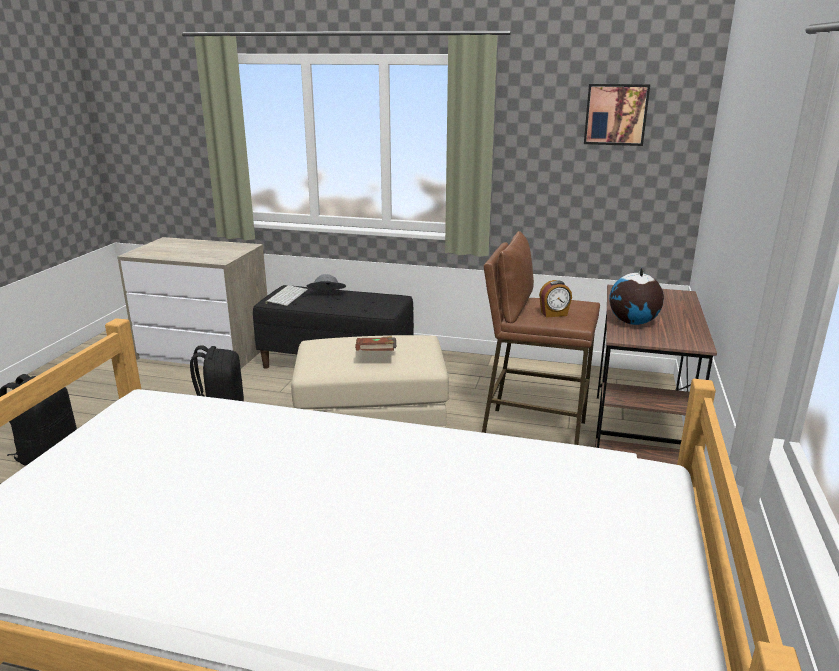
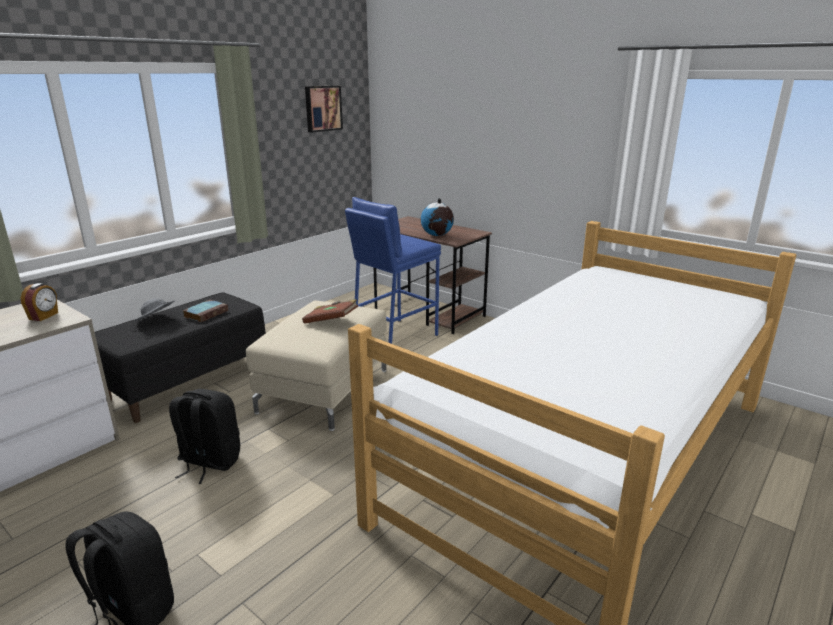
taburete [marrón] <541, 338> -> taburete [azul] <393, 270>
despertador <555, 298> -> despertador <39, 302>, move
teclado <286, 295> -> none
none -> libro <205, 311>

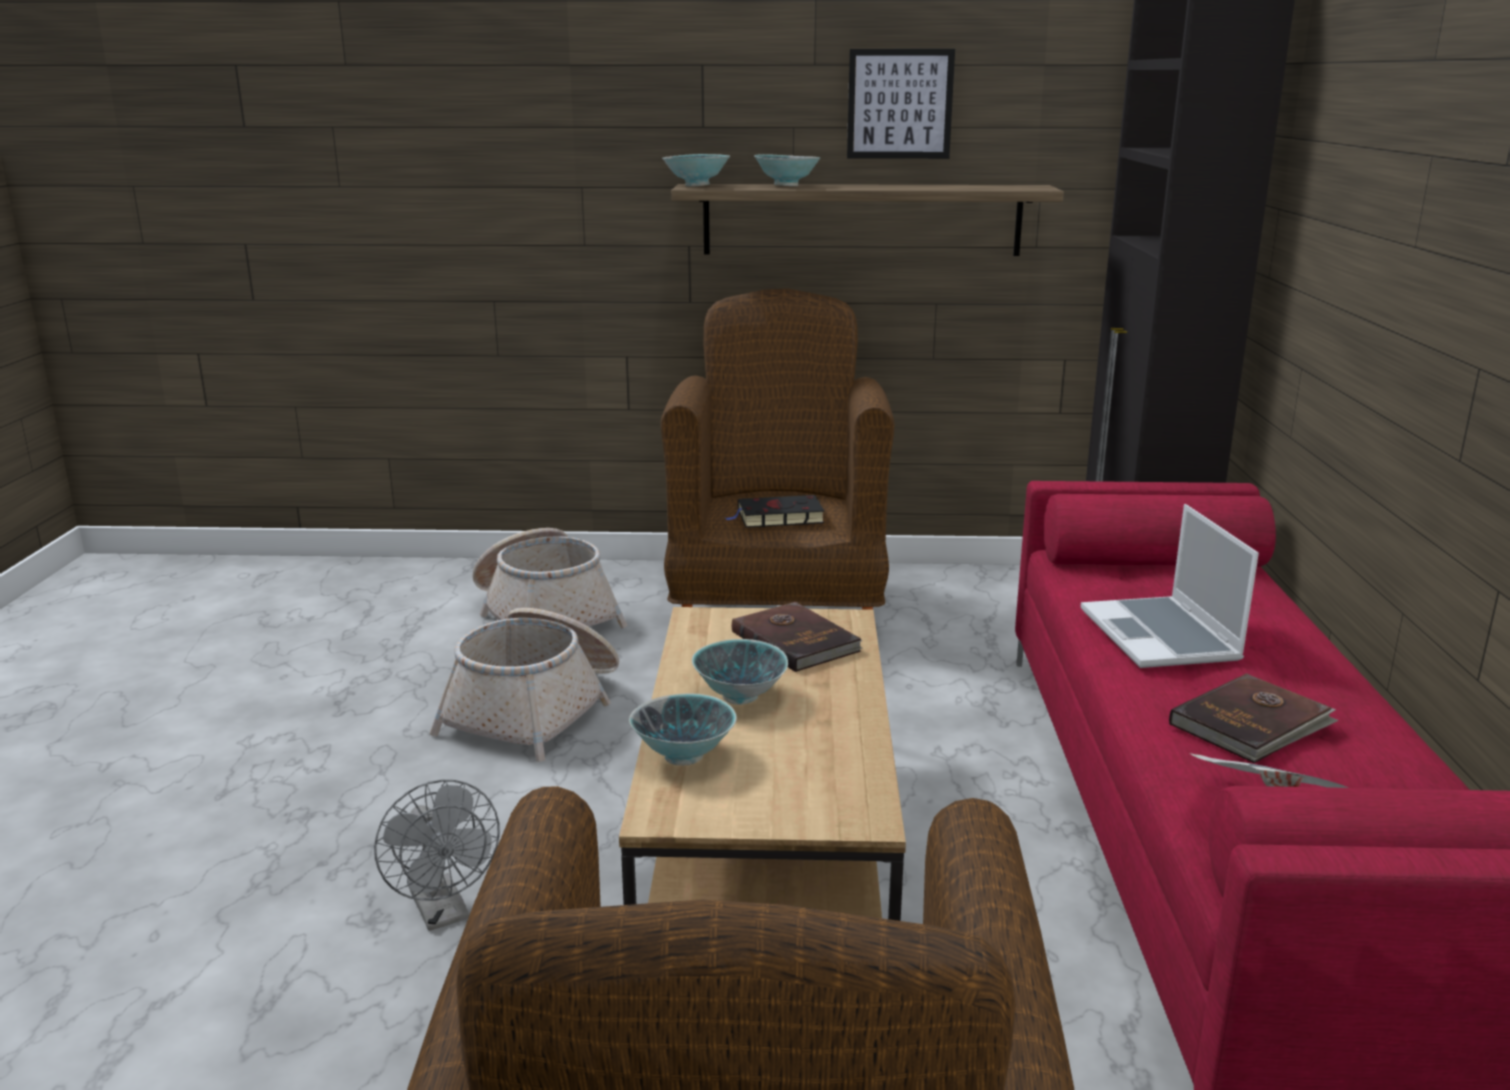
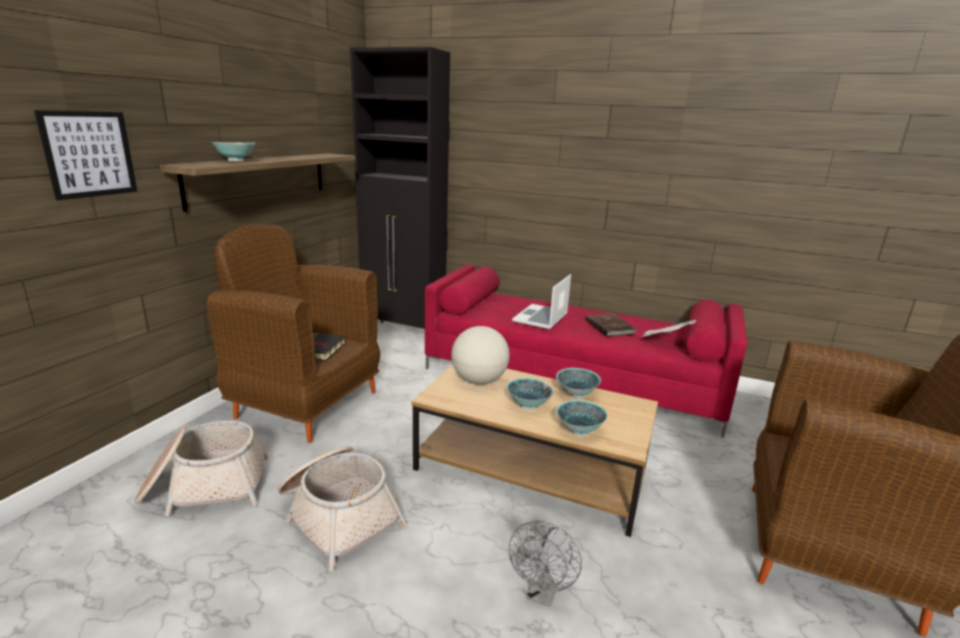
cuadro <901, 104> -> cuadro <85, 155>, move
cuenco <696, 170> -> cuenco <578, 383>, move
portátil <1170, 586> -> portátil <541, 302>, 105 degrees clockwise
libro [marrón] <797, 637> -> globo terráqueo <480, 355>
ventilador [gris] <437, 855> -> ventilador [gris] <545, 564>, 120 degrees clockwise

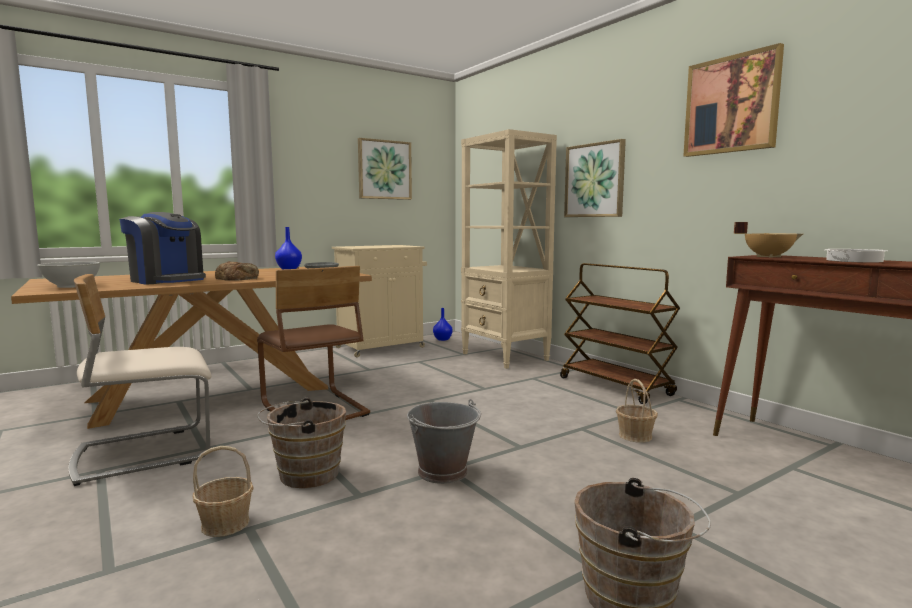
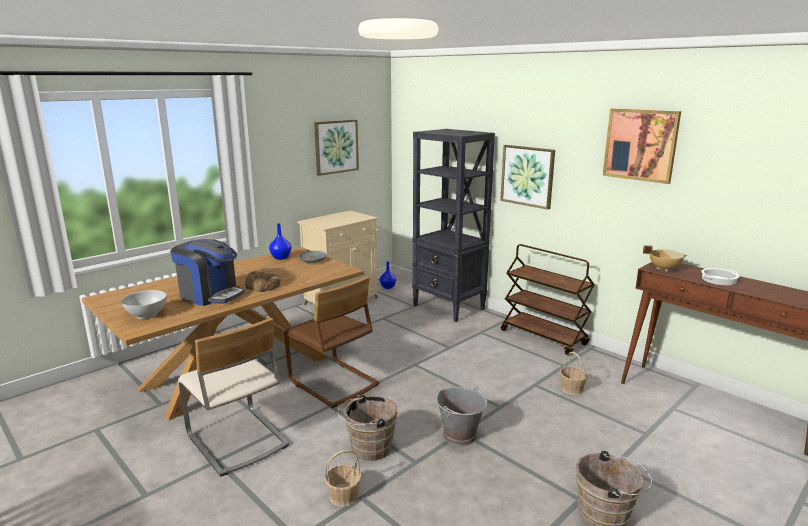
estantería [beis] <509, 249> -> estantería [negro] <453, 225>
silla [beis] <139, 380> -> silla [beis] <234, 397>, 90 degrees counterclockwise

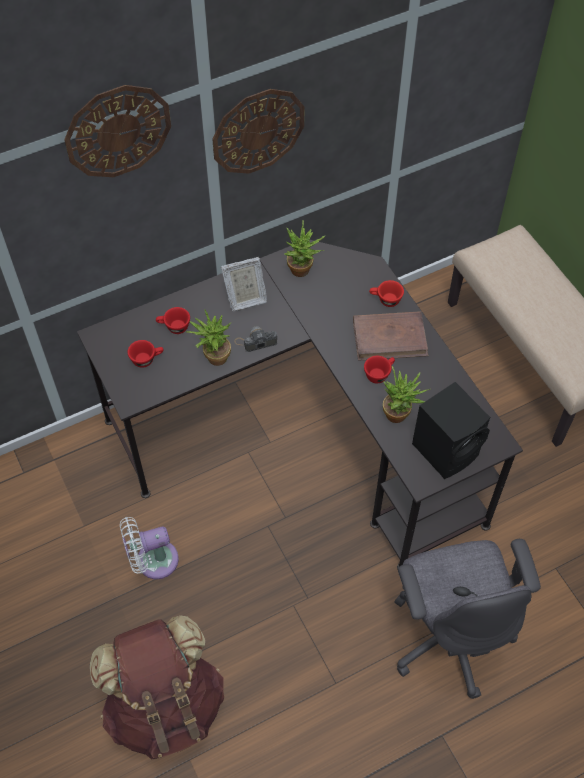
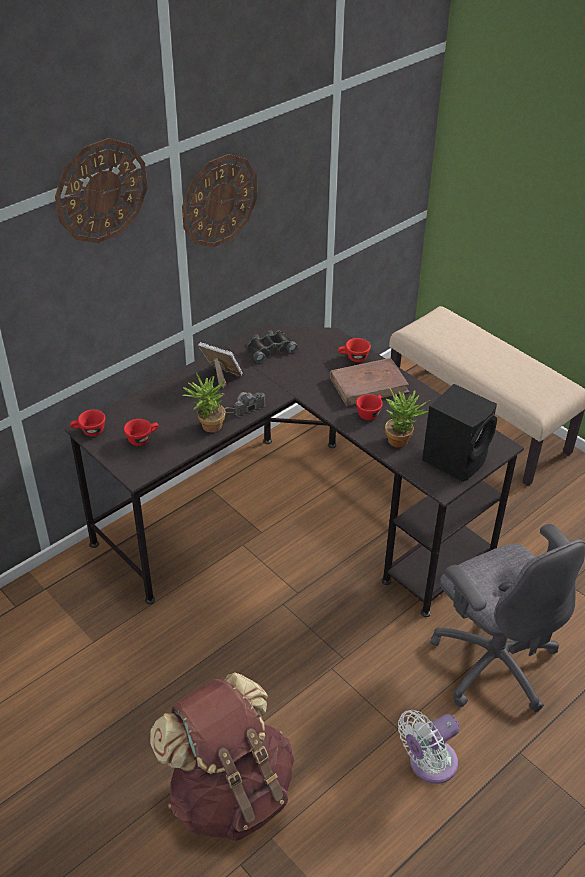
planta en maceta <305, 248> -> prismáticos [negro] <272, 346>
portarretratos <244, 284> -> portarretratos <220, 365>, 120 degrees counterclockwise
taza [rojo] <173, 320> -> taza [rojo] <87, 423>, move
ventilador [blanco] <149, 548> -> ventilador [blanco] <429, 747>, move

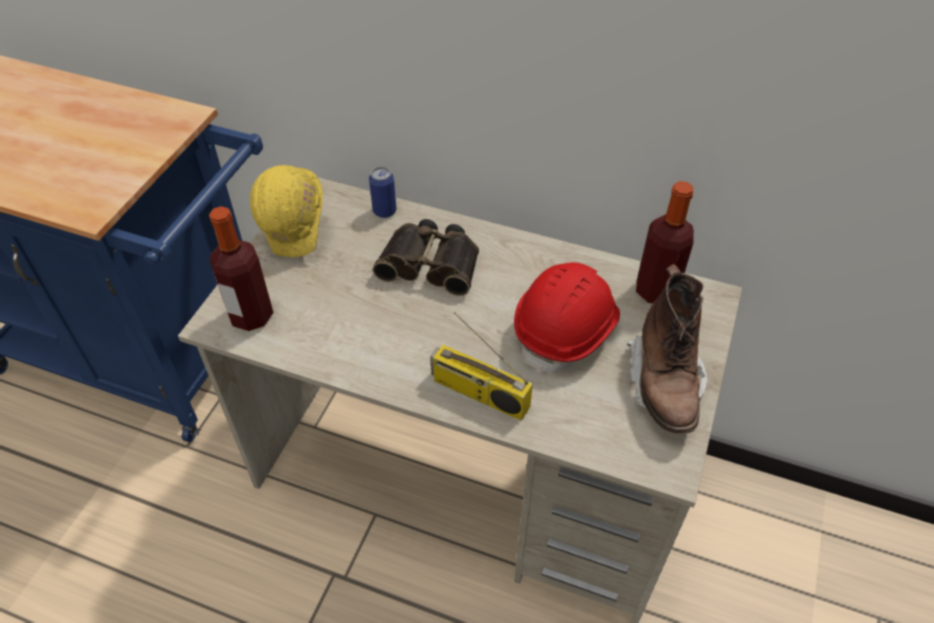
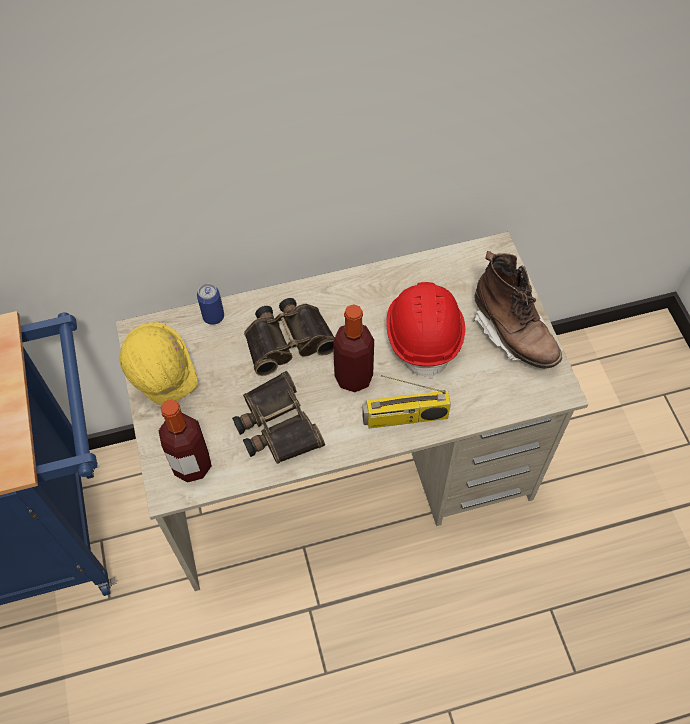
botella <665, 242> -> botella <353, 348>, move
none -> prismáticos <278, 417>

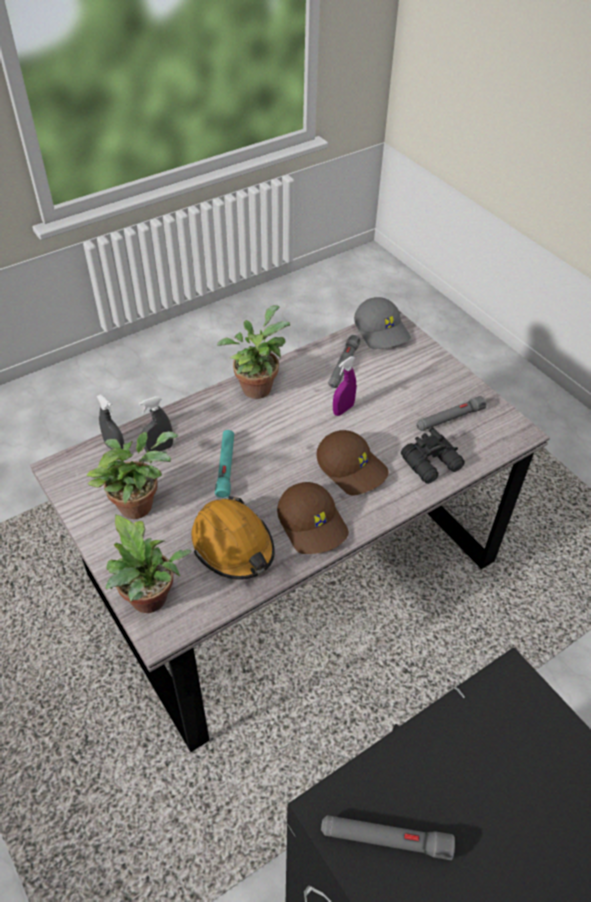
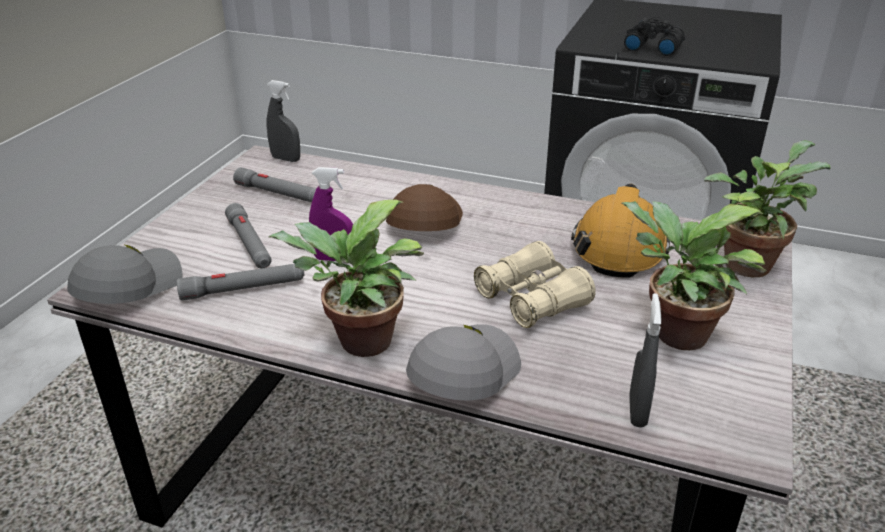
pulverizador [gris] <156, 424> -> pulverizador [gris] <283, 121>, move
prismáticos [negro] <433, 455> -> prismáticos [negro] <655, 36>, move
linterna [turquesa] <224, 464> -> prismáticos [beis] <535, 284>
gorra [marrón] <313, 518> -> none
linterna [gris] <388, 837> -> linterna [gris] <248, 236>, move
none -> gorra [gris] <463, 362>

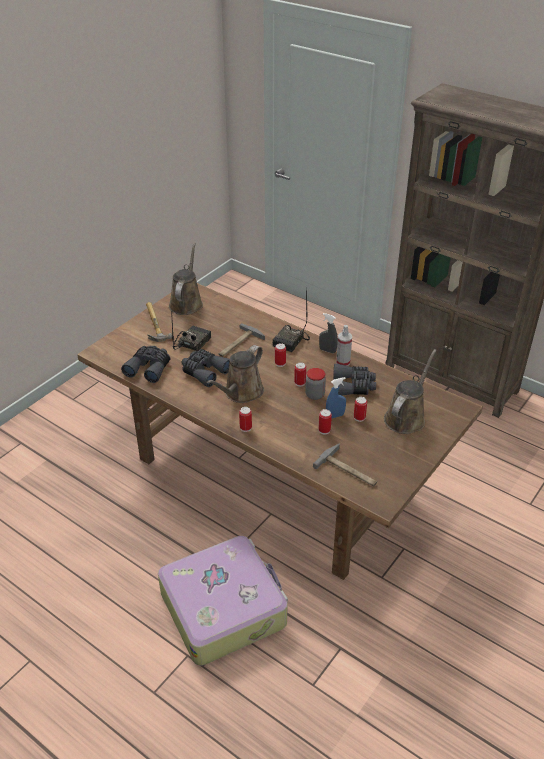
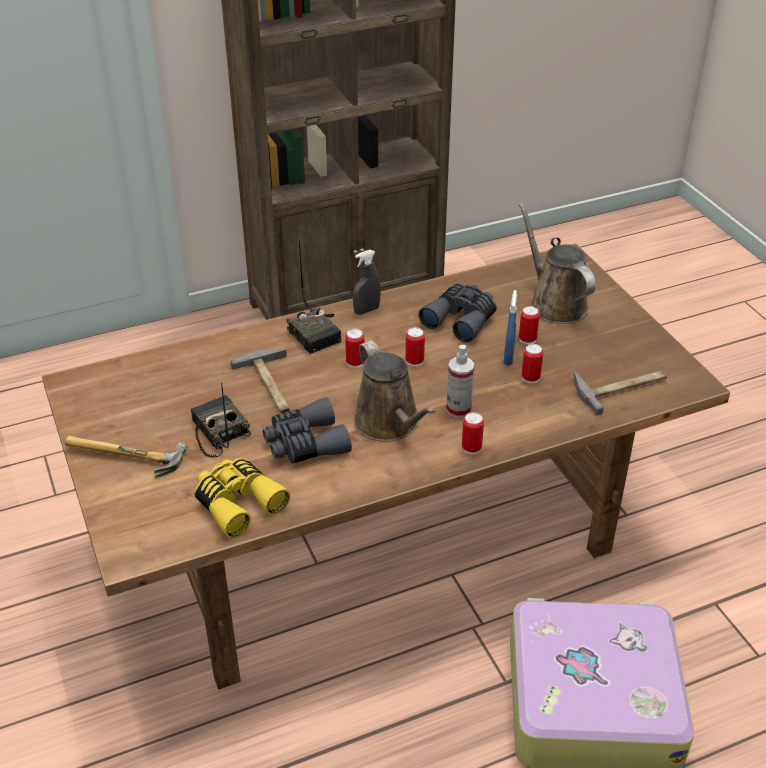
regadera [marrón] <186, 279> -> none
pulverizador <344, 345> -> pulverizador <460, 381>, move
prismáticos [gris] <145, 364> -> prismáticos [amarillo] <242, 498>
tarro <315, 384> -> none

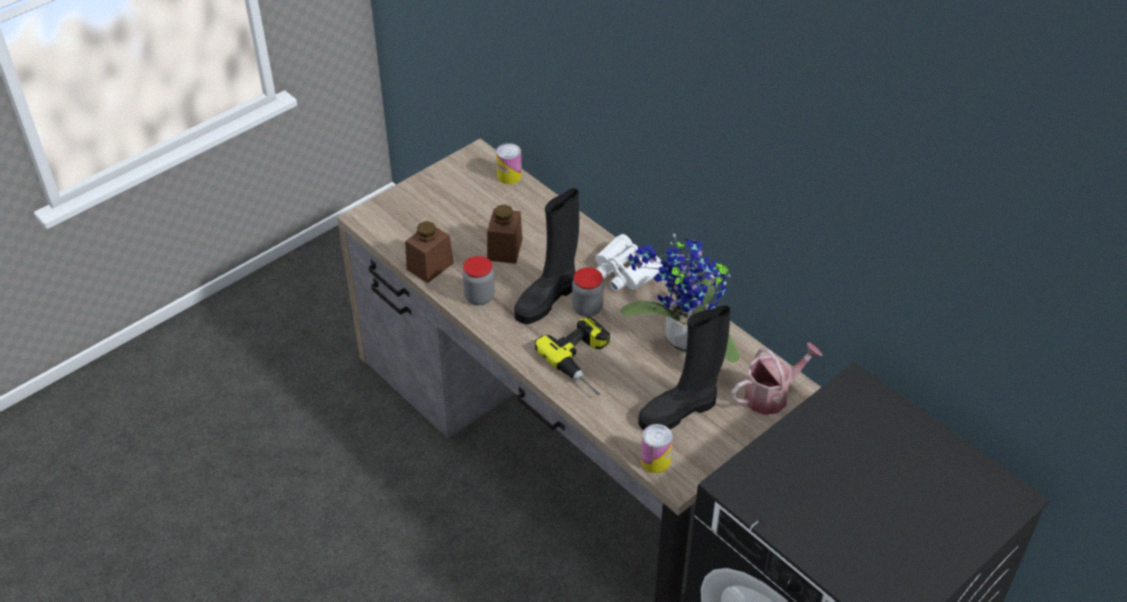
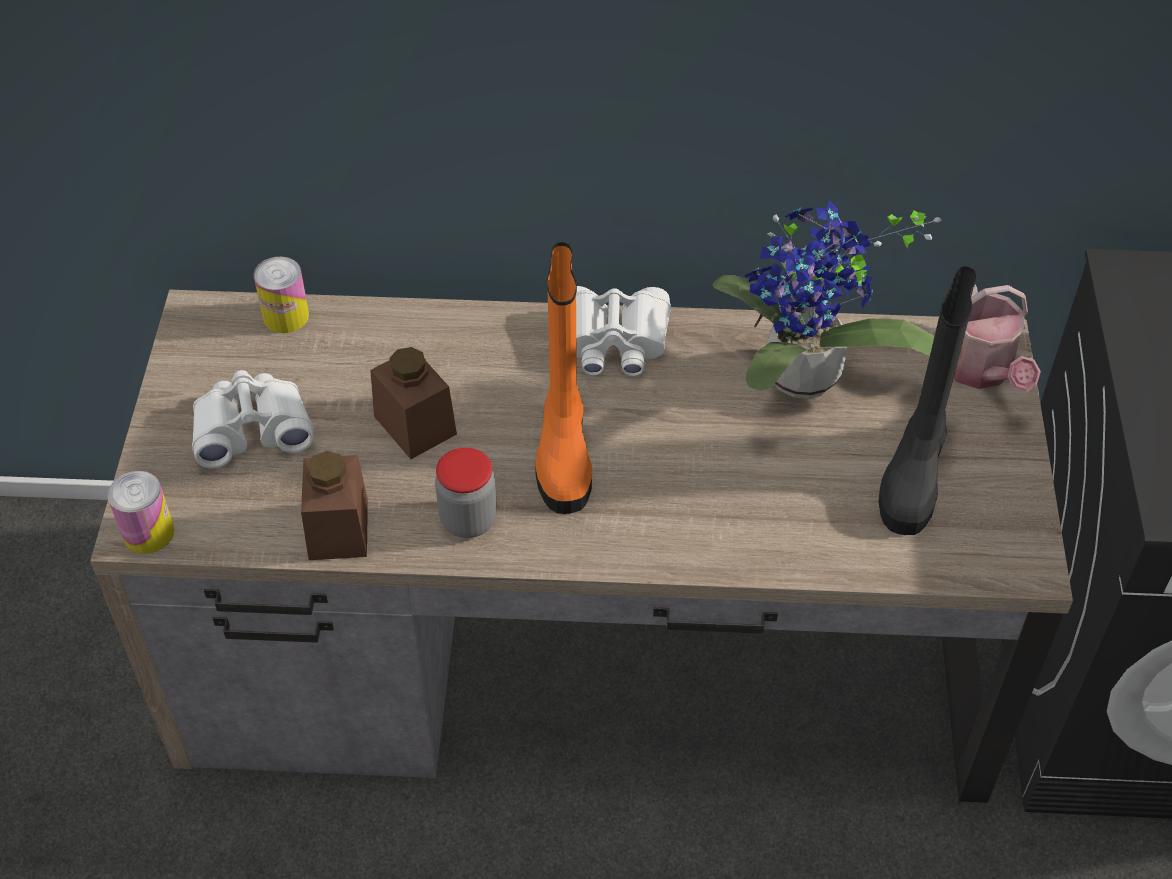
bota [negro] <546, 256> -> bota [naranja] <563, 378>
tarro <588, 292> -> none
taladro <572, 355> -> none
regadera <777, 379> -> regadera <997, 338>, 150 degrees clockwise
lata <657, 448> -> lata <141, 512>, move
none -> prismáticos [blanco] <252, 419>

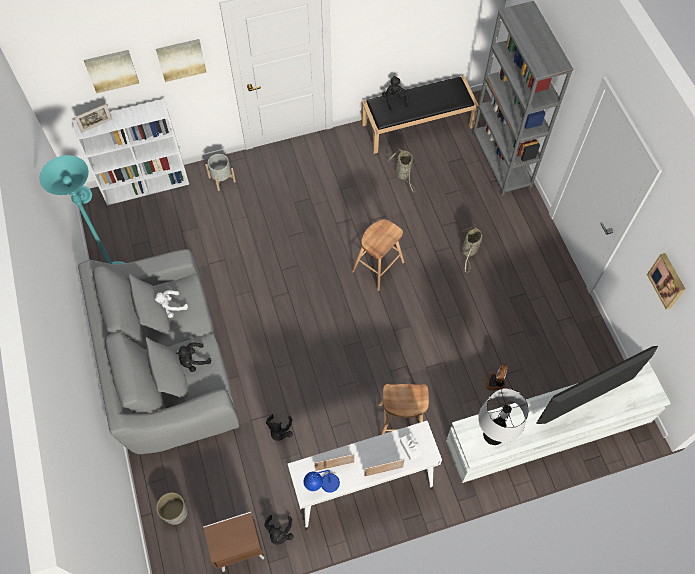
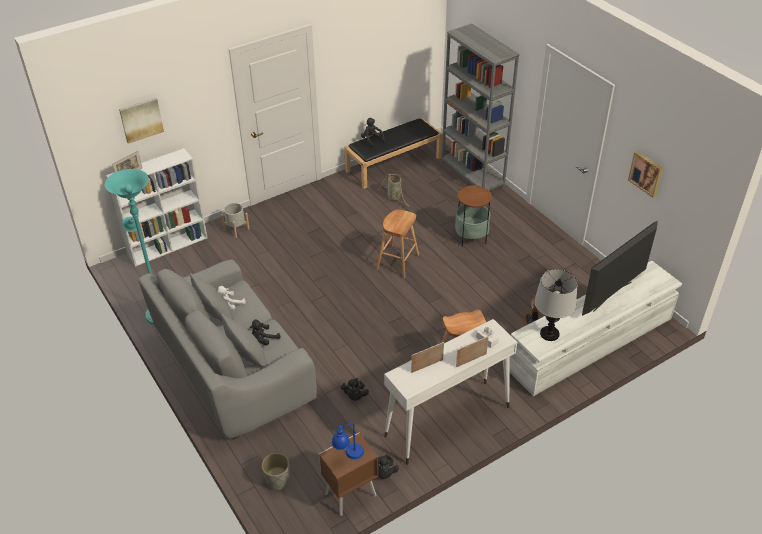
cuadro <181, 60> -> none
cesta <471, 248> -> mesa auxiliar <473, 216>
lámpara de mesa [azul] <321, 481> -> lámpara de mesa [azul] <348, 441>, move

